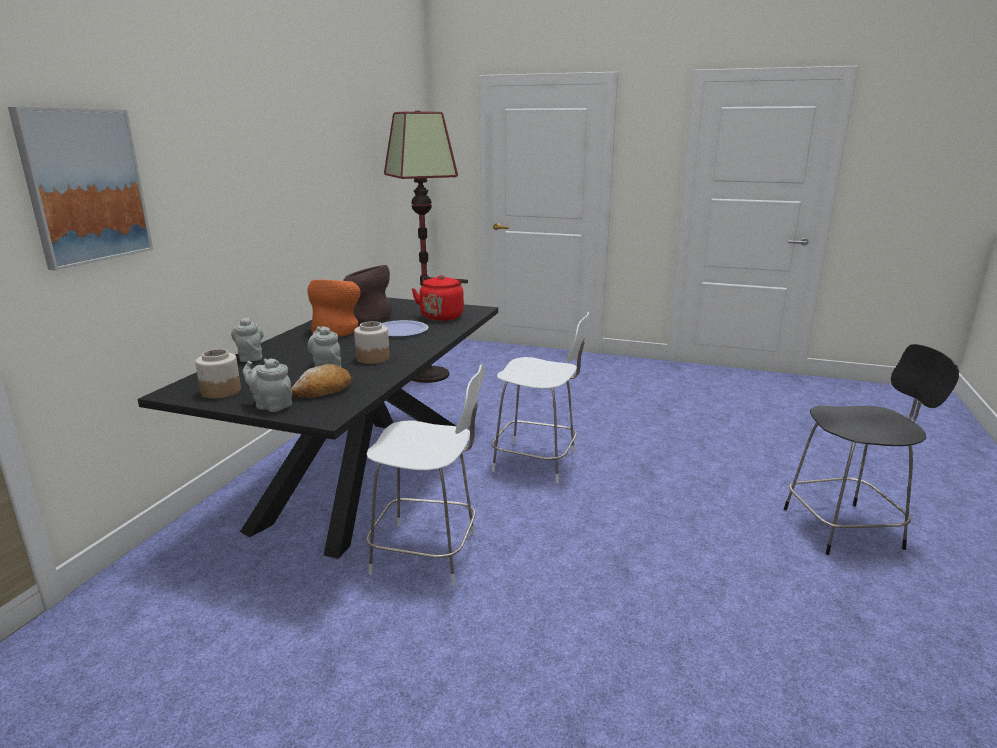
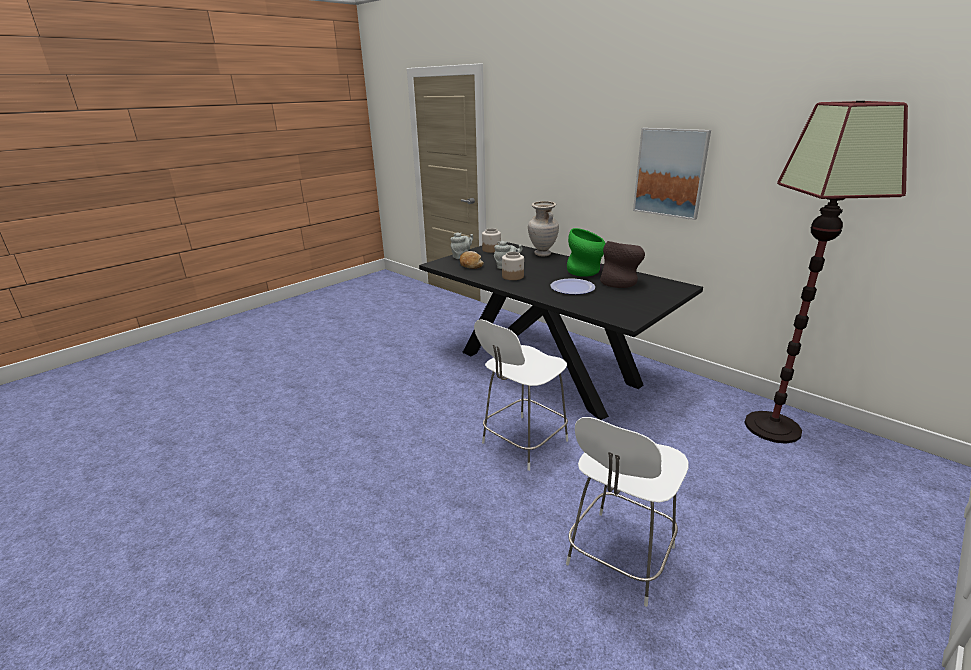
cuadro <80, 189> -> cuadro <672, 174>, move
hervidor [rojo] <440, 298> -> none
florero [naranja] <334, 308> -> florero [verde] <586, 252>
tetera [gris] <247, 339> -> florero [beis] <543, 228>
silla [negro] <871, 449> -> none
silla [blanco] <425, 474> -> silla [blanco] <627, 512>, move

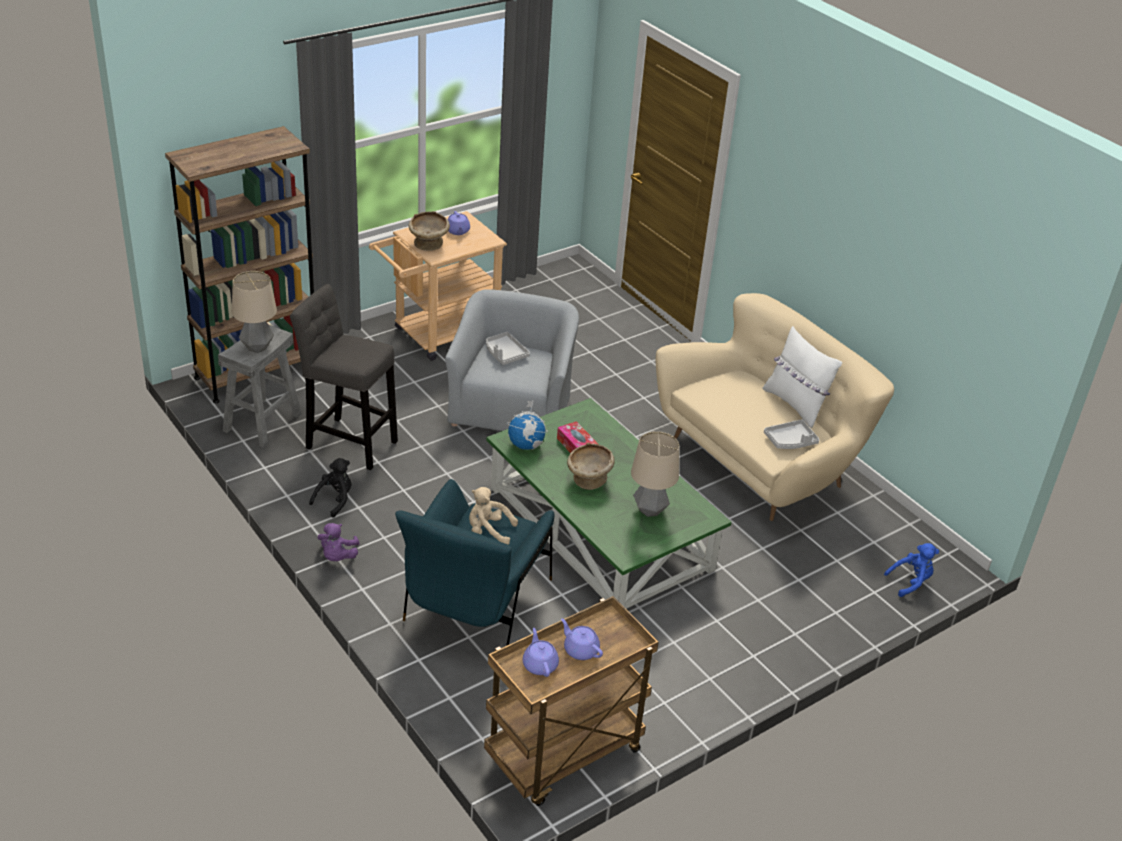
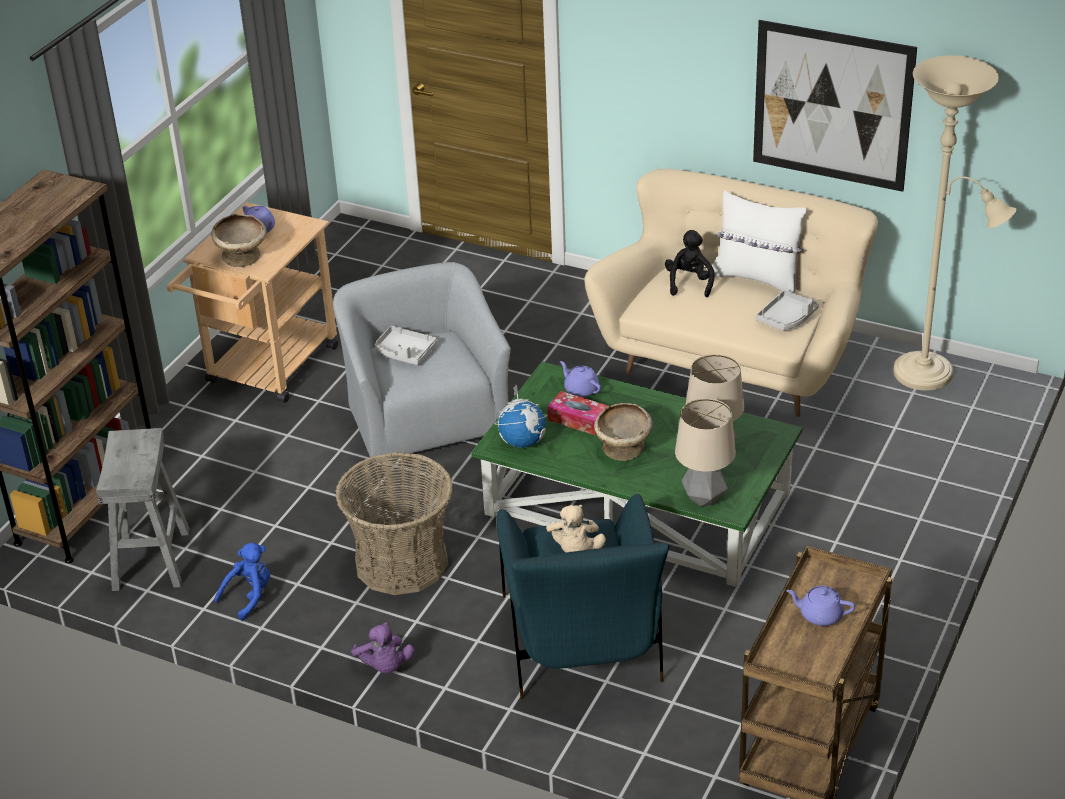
lámpara de mesa <254, 312> -> lámpara de mesa <705, 452>, move
taburete [gris] <344, 377> -> none
peluche [negro] <330, 488> -> peluche [negro] <689, 263>, move
peluche [beis] <493, 516> -> peluche [beis] <576, 528>, 75 degrees counterclockwise
peluche [azul] <911, 570> -> peluche [azul] <242, 581>, move
tetera [morado] <541, 652> -> tetera [morado] <580, 379>, move
none -> cuadro <835, 106>
none -> lámpara de pie [beis] <955, 223>
none -> cesta <394, 523>

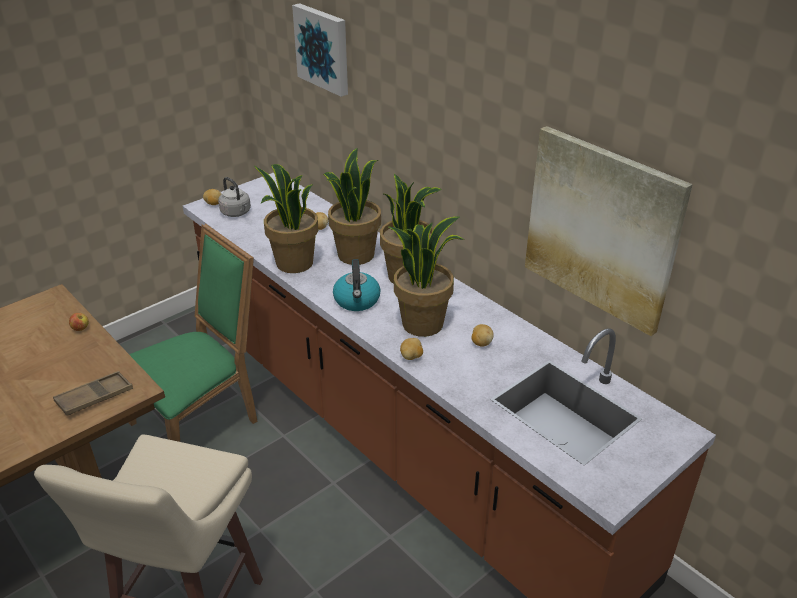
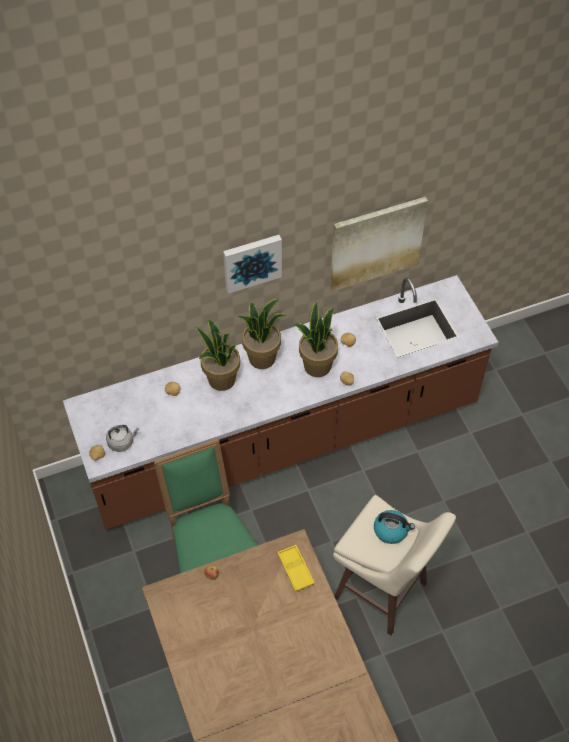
cuadro <320, 50> -> cuadro <252, 264>, move
planta en maceta <286, 218> -> none
hervidor <356, 285> -> hervidor <394, 527>, move
bandeja [marrón] <93, 393> -> bandeja [amarillo] <296, 568>

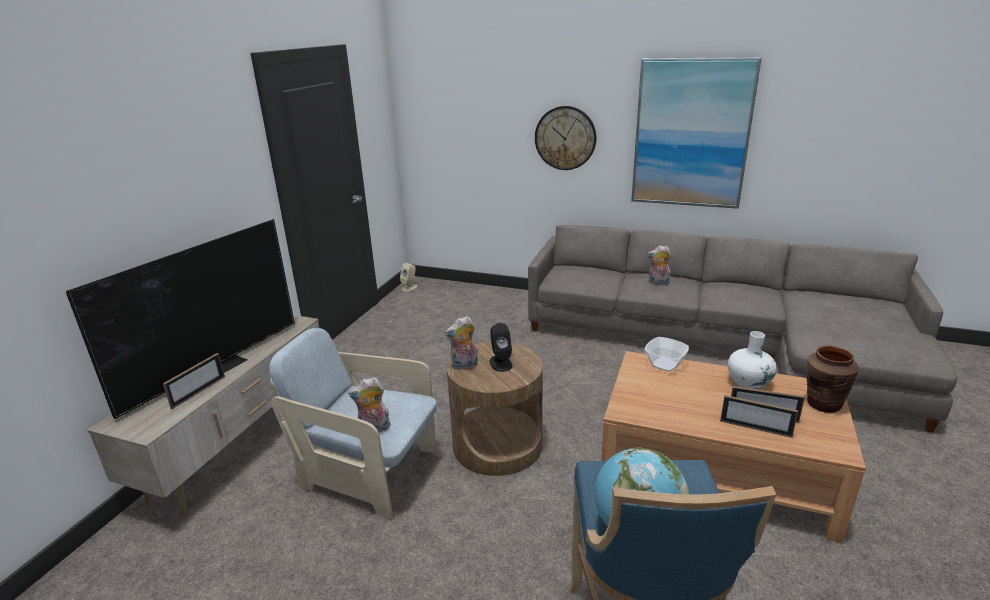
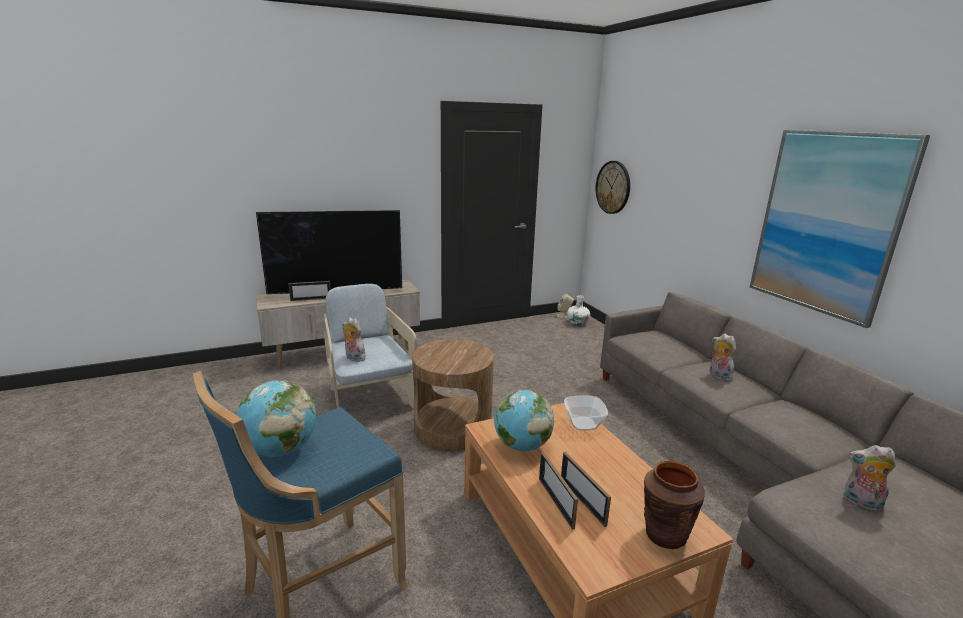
reloj de pared <565, 138> -> reloj de pared <613, 187>, move
peluche <461, 343> -> peluche <869, 479>, move
altavoz [negro] <501, 347> -> none
florero [blanco] <752, 360> -> florero [blanco] <578, 310>, move
none -> globo terráqueo <524, 420>

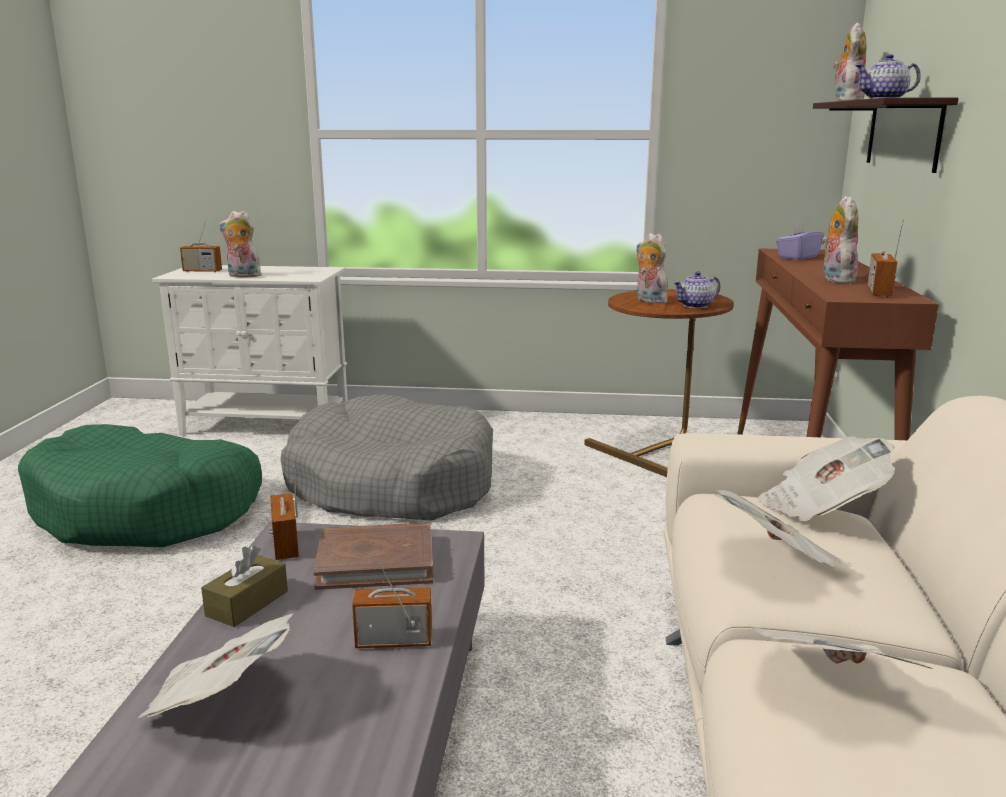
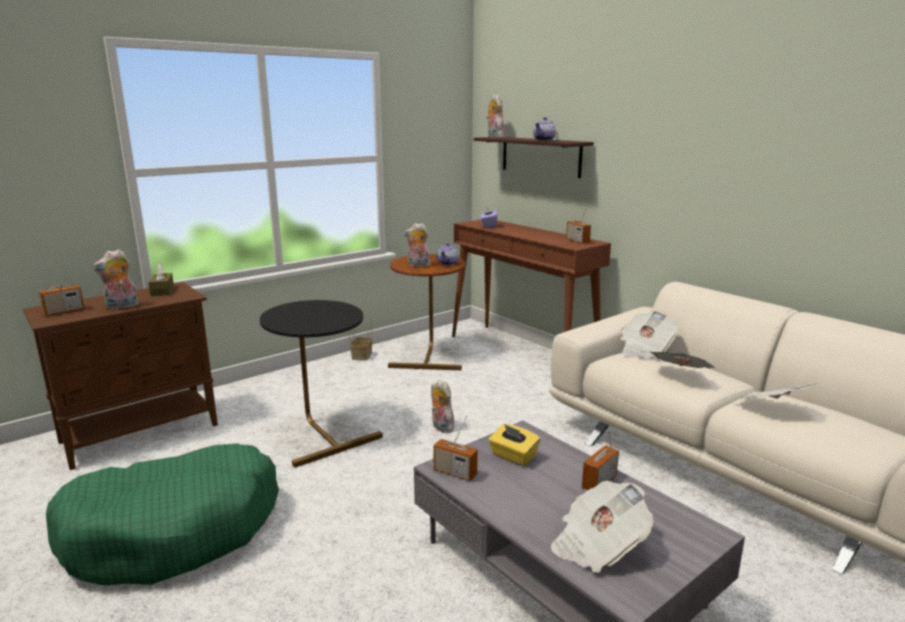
peluche <839, 240> -> peluche <442, 406>, move
armario [blanco] <250, 350> -> armario [marrón] <120, 376>
cama para perro [gris] <386, 457> -> mesa auxiliar [negro] <321, 384>
libro [marrón] <373, 556> -> caja de pañuelos [amarillo] <514, 445>
caja de pañuelos [marrón] <244, 586> -> caja de pañuelos [marrón] <161, 280>, move
none -> cesta <360, 340>

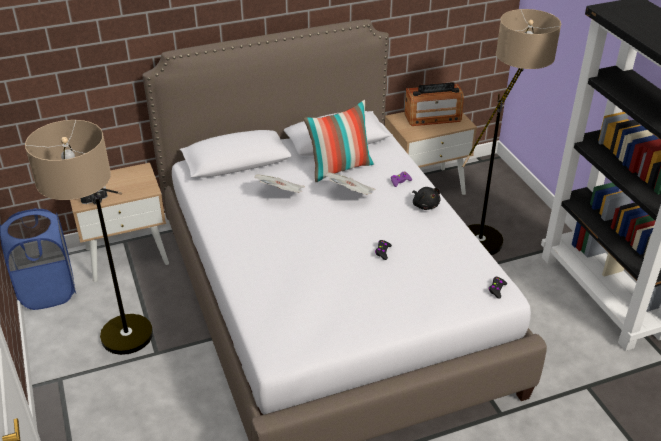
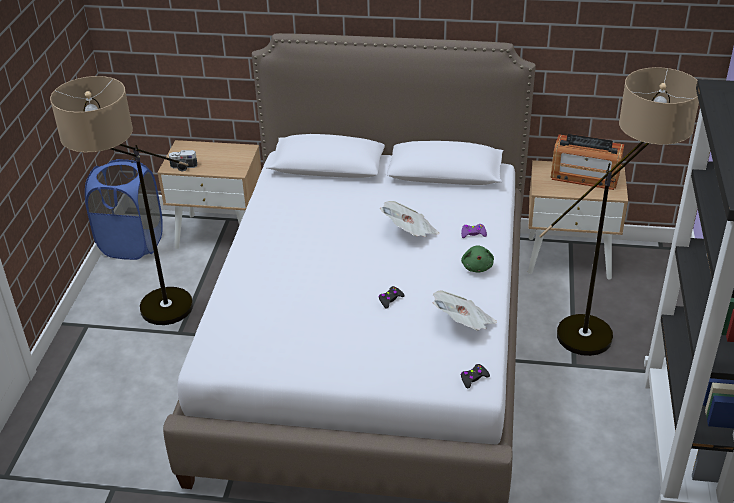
cojín <338, 141> -> none
periódico <279, 183> -> periódico <464, 310>, move
peluche [negro] <426, 198> -> peluche [verde] <477, 259>

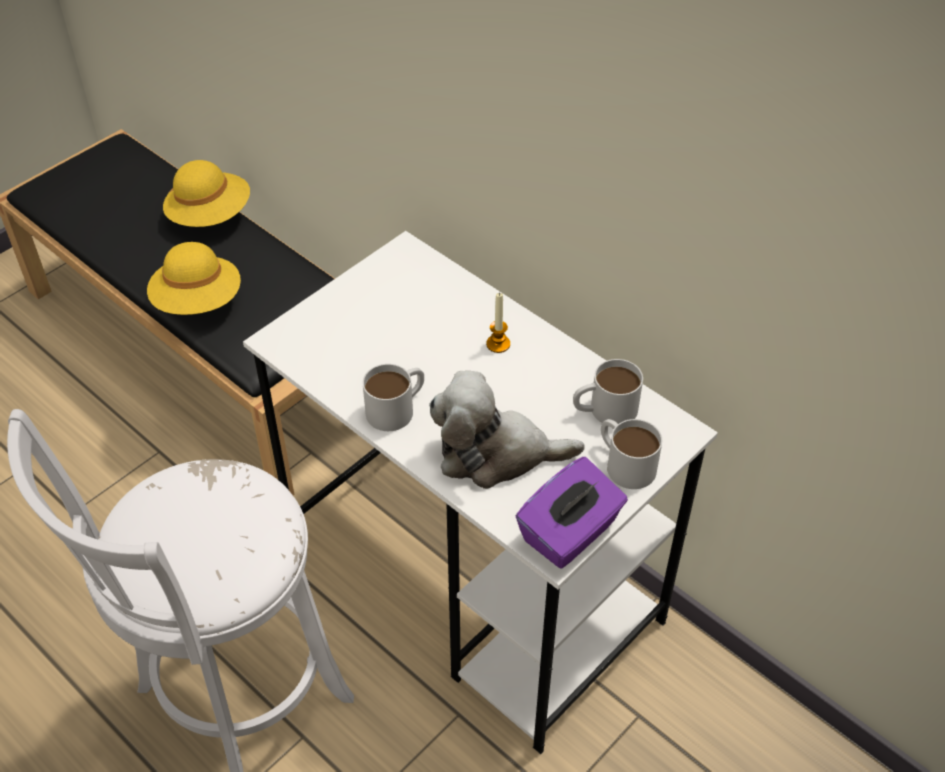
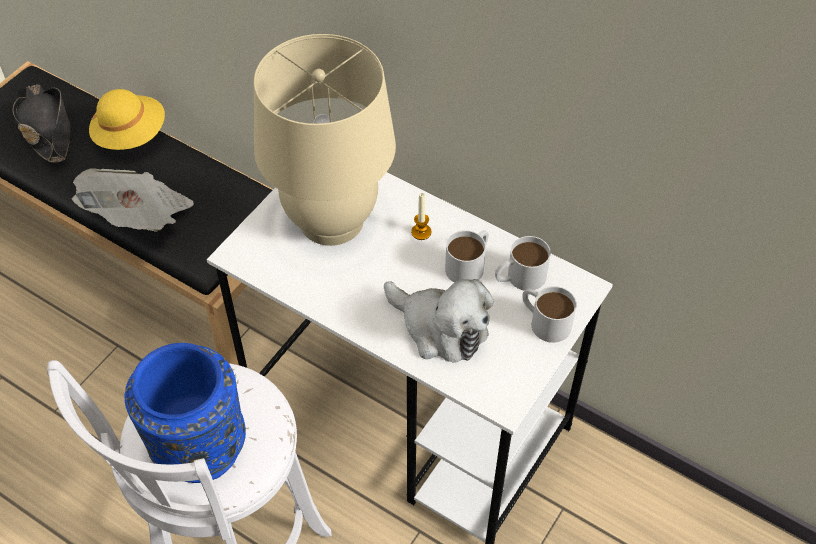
sombrero [amarillo] <194, 278> -> periódico <133, 200>
taza grande [blanco] <393, 397> -> taza grande [blanco] <467, 256>, move
peluche <507, 430> -> peluche <439, 321>, 135 degrees counterclockwise
caja de pañuelos [morado] <572, 512> -> none
none -> lámpara de mesa [beis] <325, 140>
none -> sombrero [negro] <41, 124>
none -> florero [azul] <185, 413>

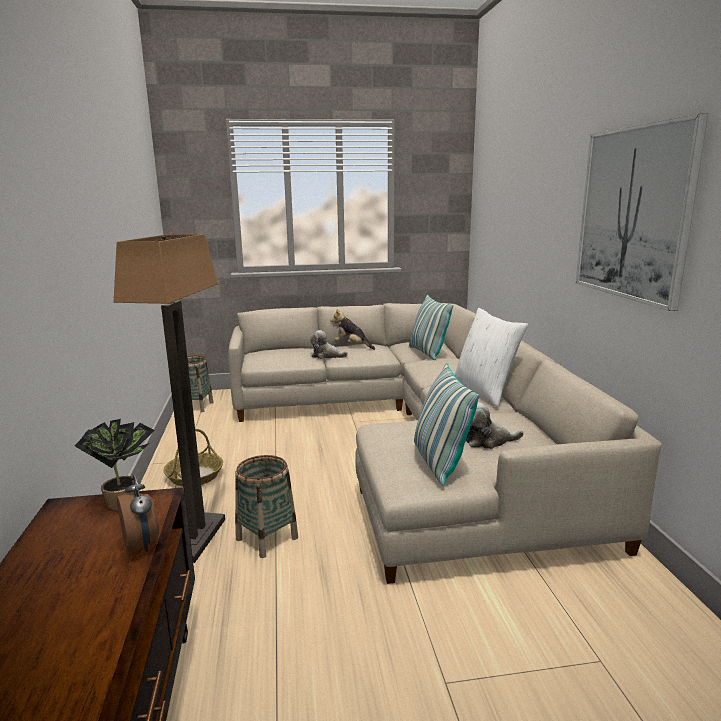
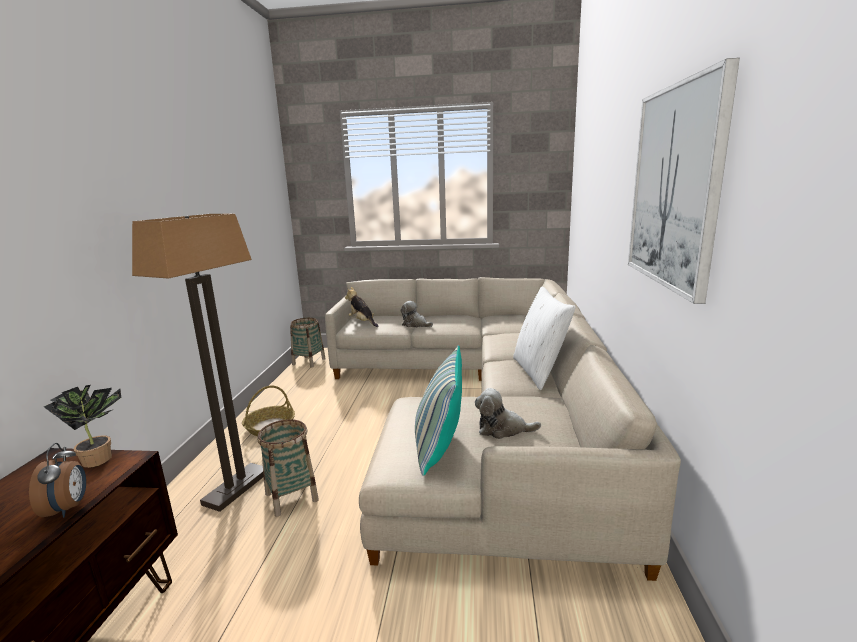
cojín <431, 327> -> none
peluche <352, 329> -> peluche <362, 307>, move

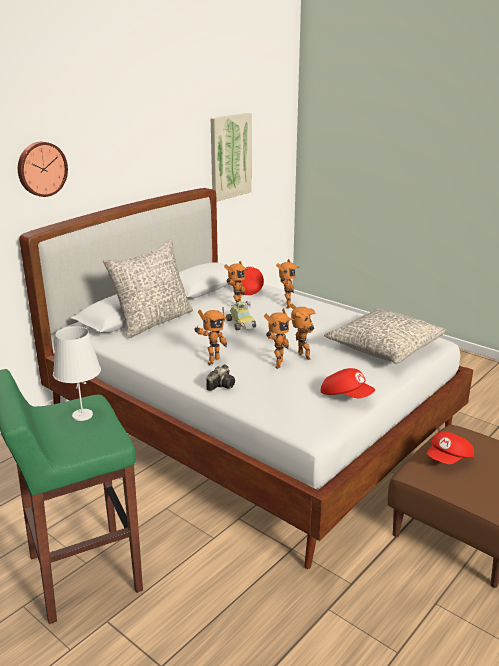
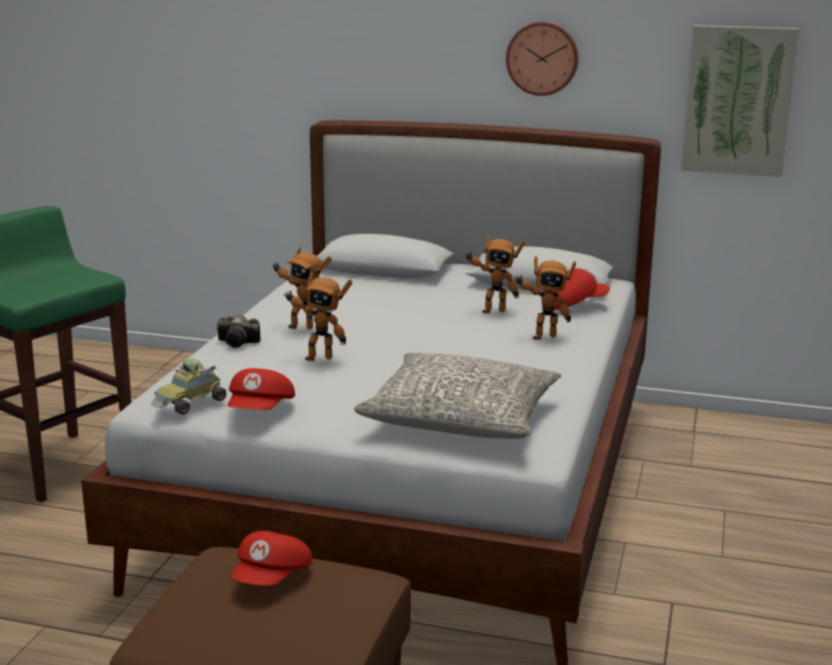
reloj de pared <43, 169> -> reloj de pared <542, 58>, move
cojín [gris] <148, 288> -> none
coche de juguete <241, 315> -> coche de juguete <189, 386>, move
robot de juguete <303, 332> -> none
lámpara de mesa [blanco] <77, 373> -> none
gorra [rojo] <450, 447> -> gorra [rojo] <272, 558>, 90 degrees counterclockwise

